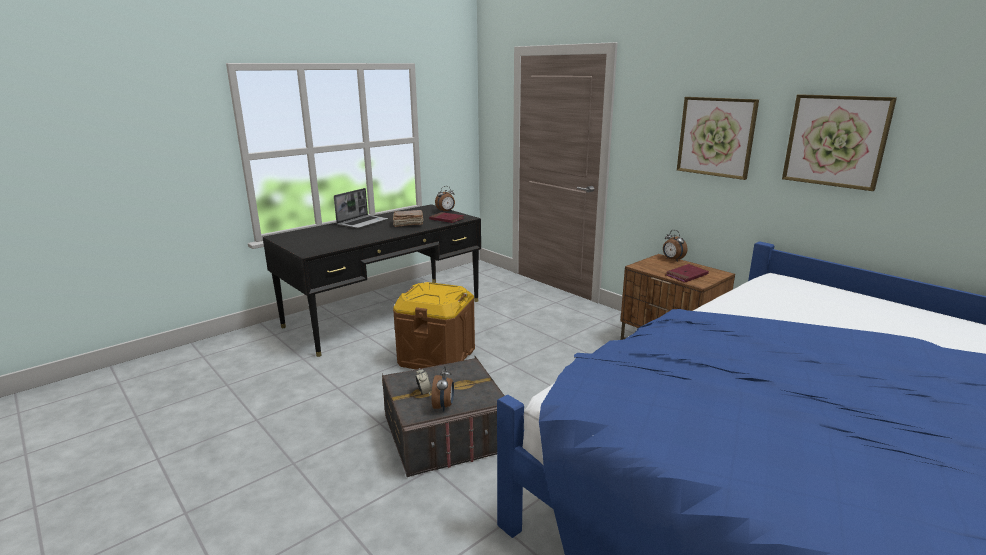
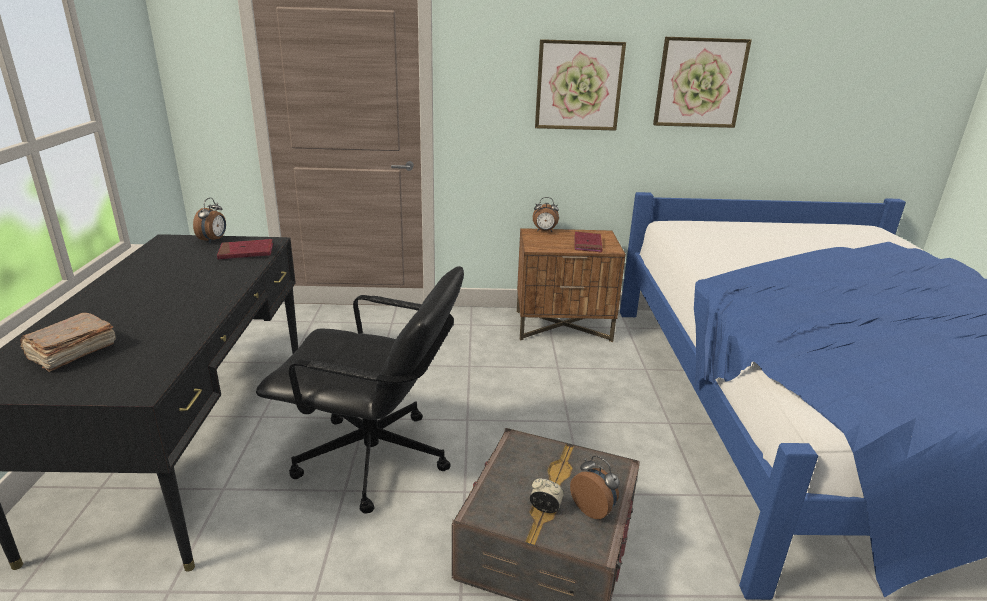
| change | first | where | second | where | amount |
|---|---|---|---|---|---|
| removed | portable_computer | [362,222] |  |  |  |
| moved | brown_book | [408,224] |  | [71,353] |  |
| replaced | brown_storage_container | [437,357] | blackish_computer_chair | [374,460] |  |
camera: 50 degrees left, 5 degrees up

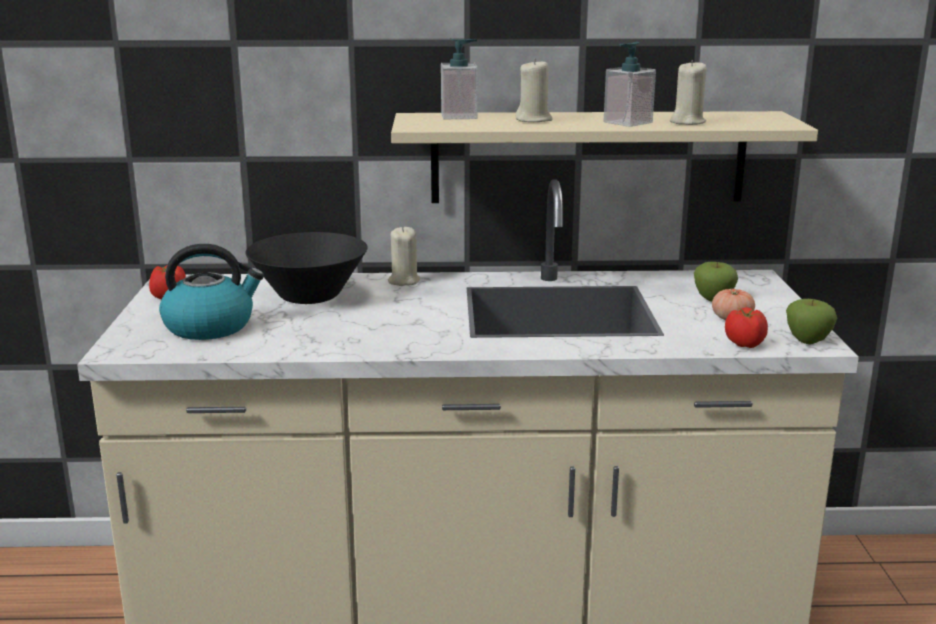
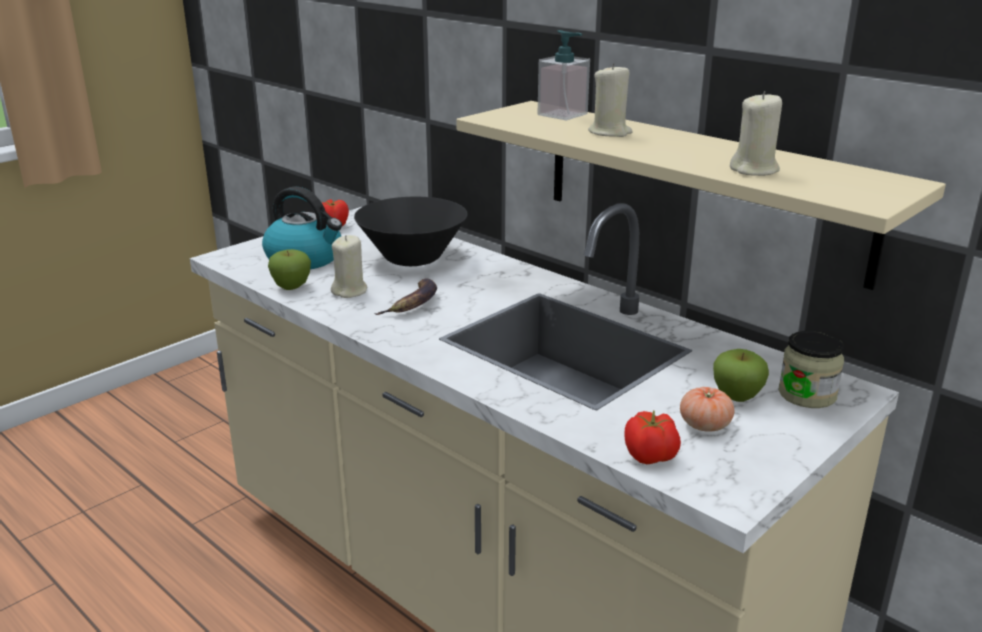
| change | first | where | second | where | amount |
|---|---|---|---|---|---|
| removed | soap_bottle | [627,122] |  |  |  |
| moved | beige_wax_candle | [403,281] |  | [350,291] |  |
| moved | apple | [807,340] |  | [291,287] |  |
| added |  |  | whole_banana | [413,303] |  |
| added |  |  | storage_jar | [807,394] |  |
camera: 45 degrees right, 5 degrees up

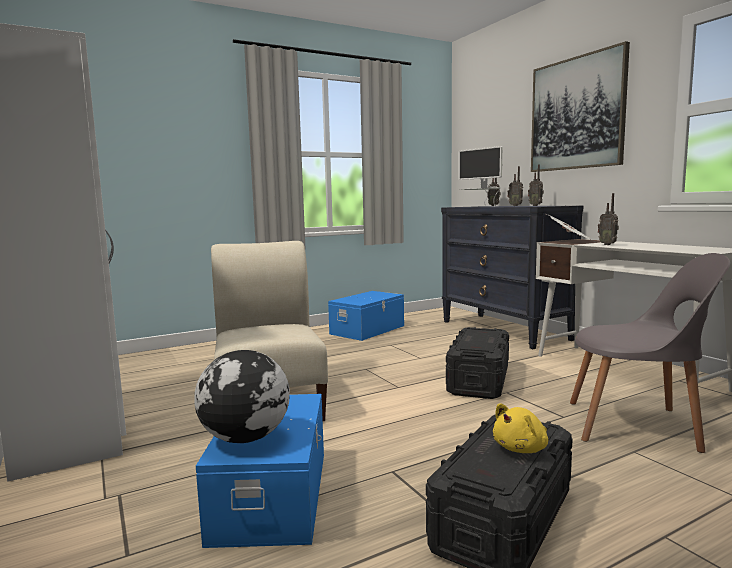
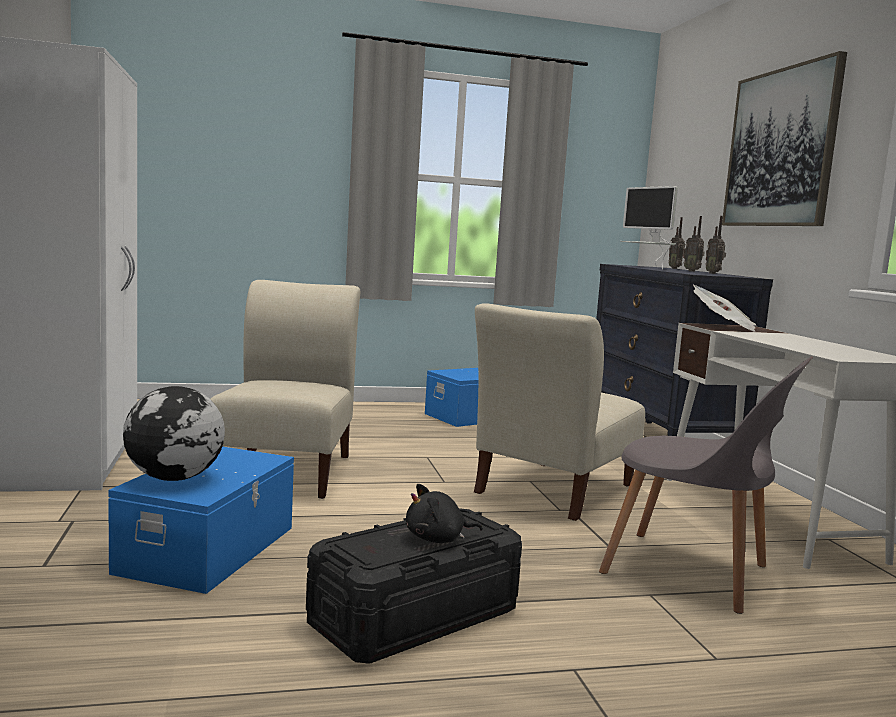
| change | first | where | second | where | amount |
|---|---|---|---|---|---|
| removed | radio_set | [608,244] |  |  |  |
| replaced | blackish_storage_container | [478,380] | beige_chair | [551,491] |  |
| recoloured | yellow_soft_toy | [522,448] | blackish_soft_toy | [438,539] |  |
camera: 15 degrees right, 0 degrees up

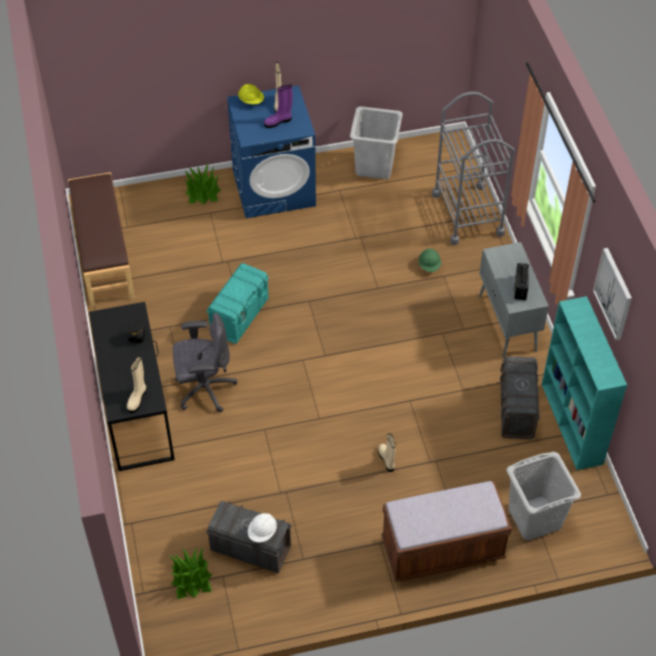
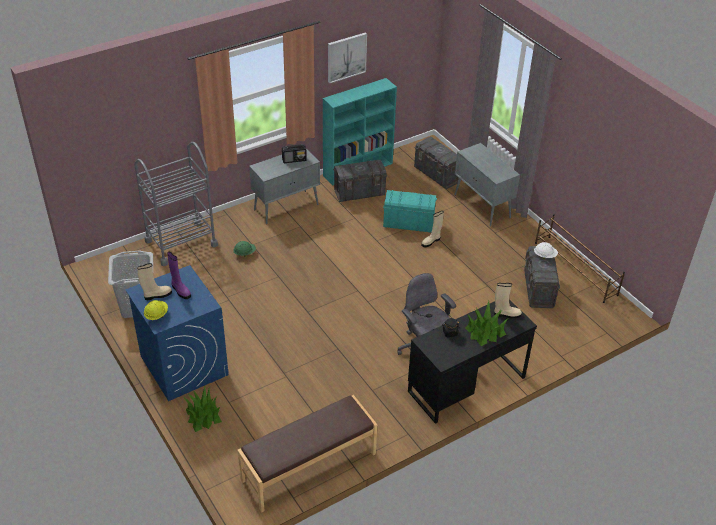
| change | first | where | second | where | amount |
|---|---|---|---|---|---|
| moved | blue-green_storage_container | [240,316] |  | [408,223] |  |
| replaced | grey_hamper | [534,518] | grey_storage_container | [437,175] |  |
| replaced | brown_indoor_bench | [442,550] | grey_storage_cabinet | [482,206] |  |
| moved | potted_plant | [191,578] |  | [484,331] |  |
| added |  |  | brown_shoe_rack | [575,269] |  |
camera: 110 degrees left, 10 degrees down

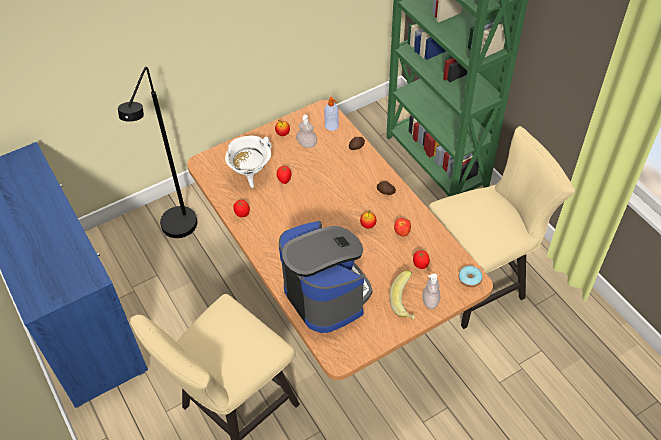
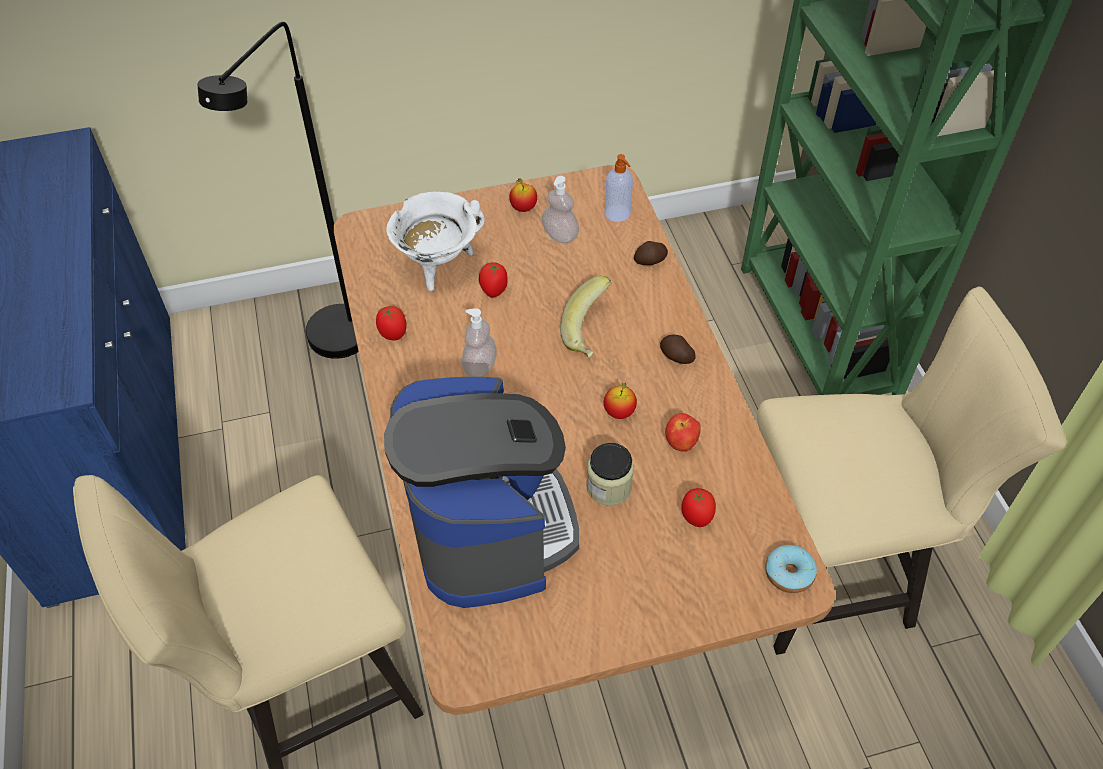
| change | first | where | second | where | amount |
|---|---|---|---|---|---|
| moved | whole_banana | [406,302] |  | [590,332] |  |
| moved | soap_bottle | [430,301] |  | [480,367] |  |
| added |  |  | storage_jar | [609,487] |  |
camera: 15 degrees right, 0 degrees up

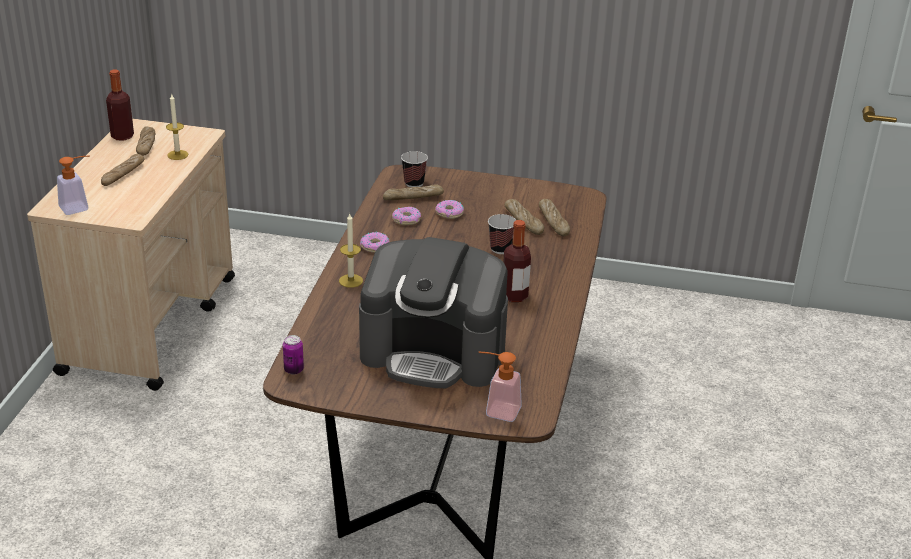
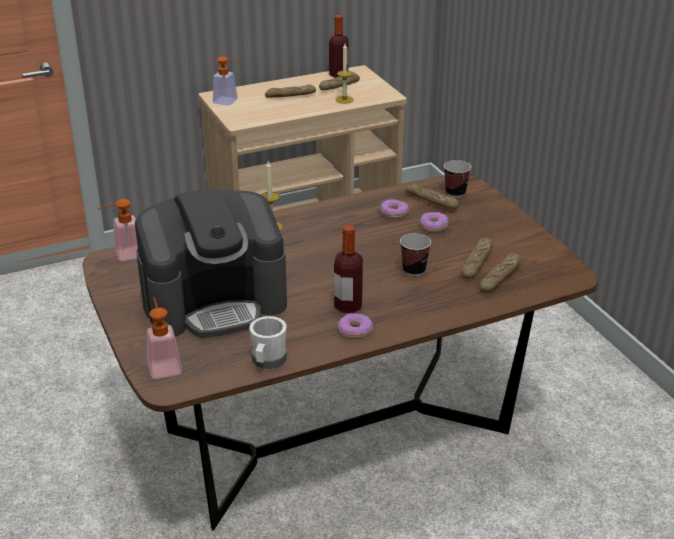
| change | first | where | second | where | amount |
|---|---|---|---|---|---|
| moved | donut | [375,246] |  | [355,330] |  |
| turned | coffee_maker | [434,352] |  | [215,302] | 90 degrees counterclockwise |
| replaced | sealed_can | [293,370] | soap_bottle | [123,255] |  |
| added |  |  | whitish_mug | [267,361] |  |
camera: 55 degrees right, 0 degrees up

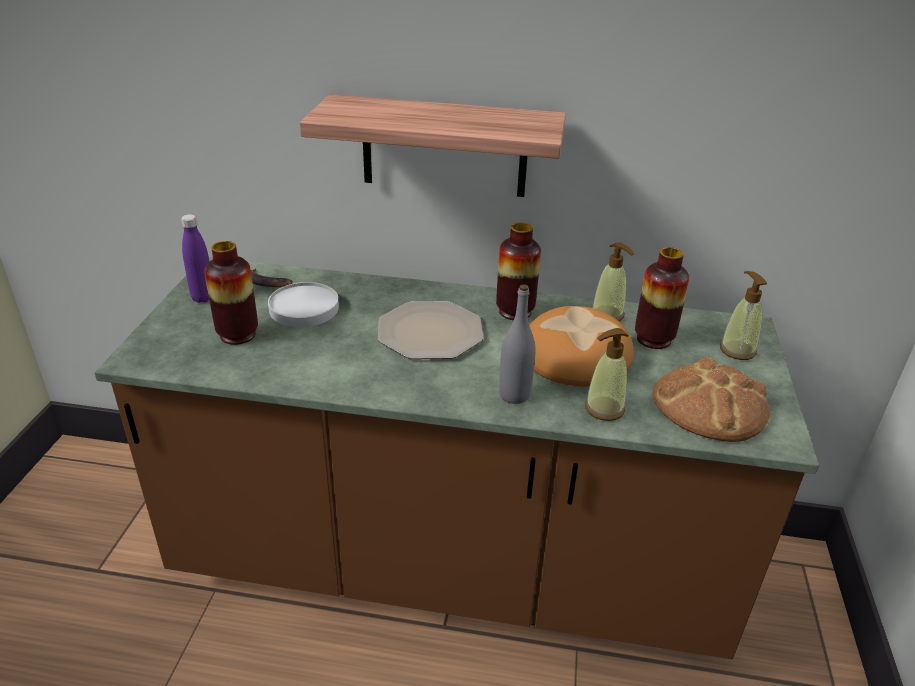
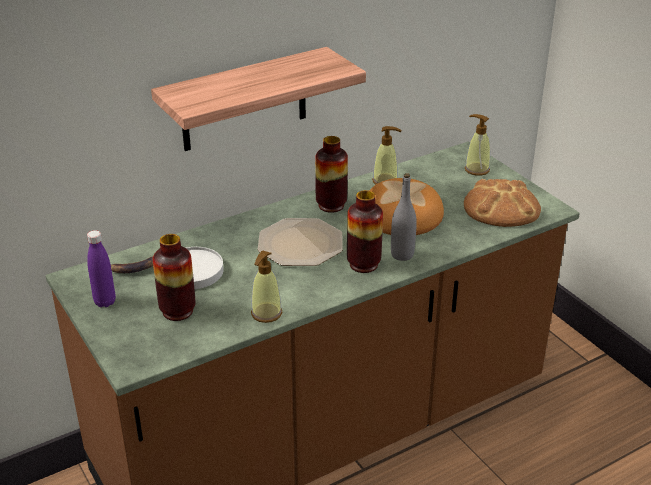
| change | first | where | second | where | amount |
|---|---|---|---|---|---|
| moved | decorative_vase | [653,339] |  | [363,264] |  |
| moved | soap_bottle | [604,409] |  | [266,313] |  |
camera: 40 degrees left, 0 degrees up

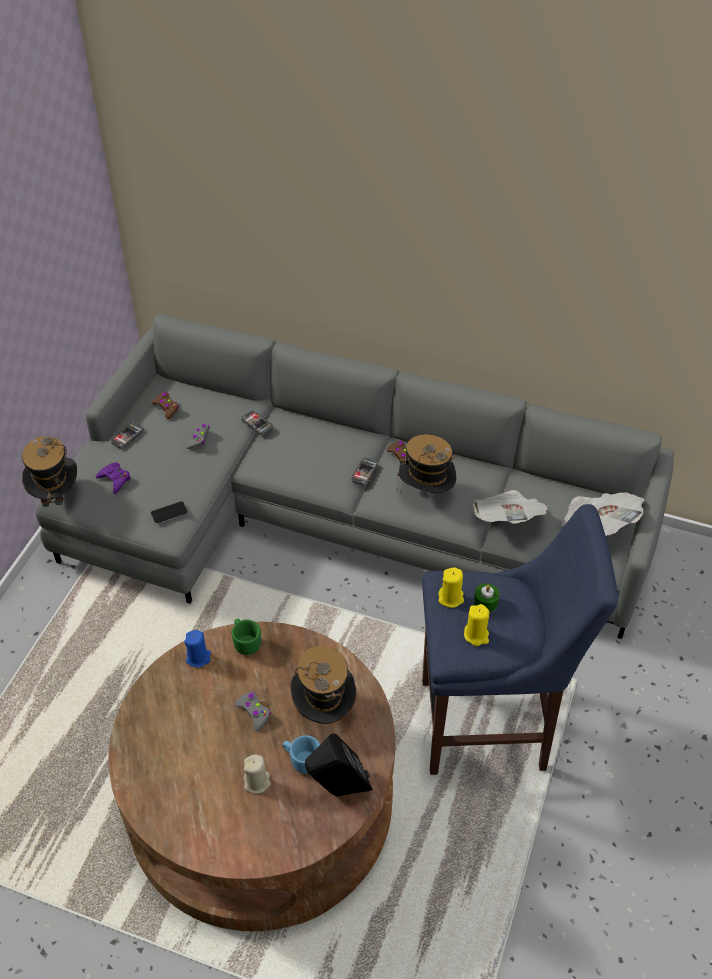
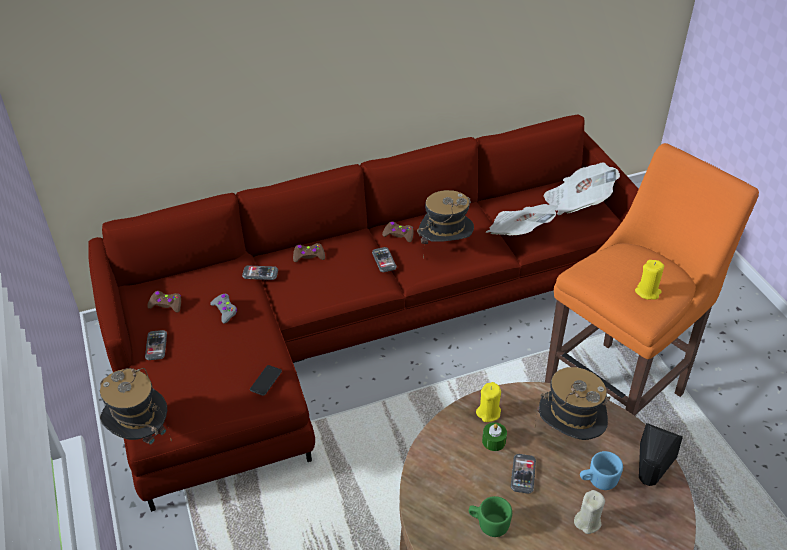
| change | first | where | second | where | amount |
|---|---|---|---|---|---|
| recoloured | grey_couch | [338,518] | reddish_couch | [357,324] |  |
| removed | purple_gamepad | [115,479] |  |  |  |
| recoloured | bluish_sitting_stool | [490,725] | orange-coloured_sitting_stool | [618,391] |  |
| moved | yellow_wax_candle | [451,598] |  | [488,412] |  |
| moved | green-coloured_wax_candle | [485,602] |  | [494,441] |  |
| moved | green-coloured_mug | [246,642] |  | [488,524] |  |
| removed | bluish_wax_candle | [198,658] |  |  |  |
| replaced | grey_gamepad | [254,712] | phone | [523,474] |  |
| added |  |  | brown_gamepad | [309,256] |  |
camera: 40 degrees left, 5 degrees down

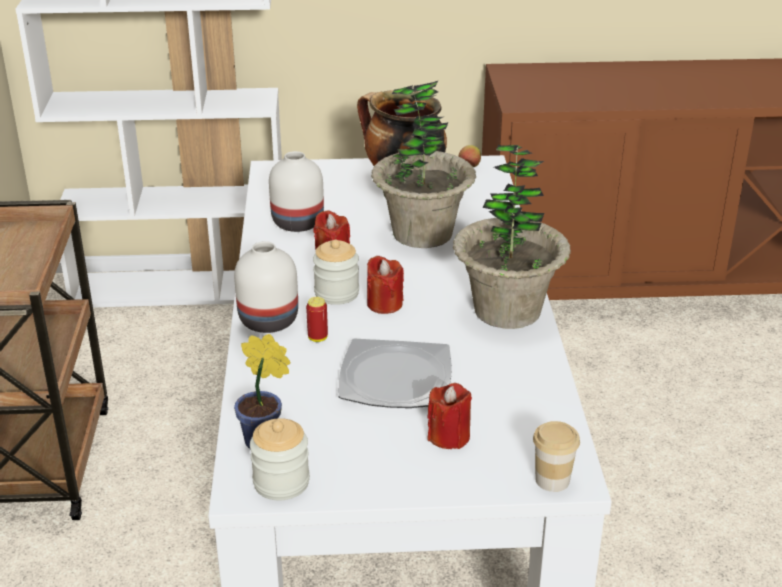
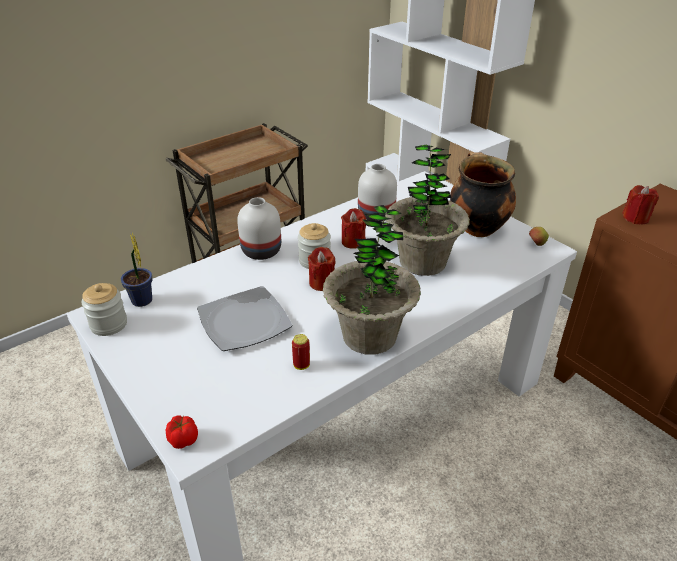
| change | first | where | second | where | amount |
|---|---|---|---|---|---|
| moved | sealed_can | [317,338] |  | [301,365] |  |
| moved | reddish_wax_candle | [449,436] |  | [635,218] |  |
| replaced | drinking_cup | [552,480] | tomato | [183,439] |  |
camera: 55 degrees right, 5 degrees up

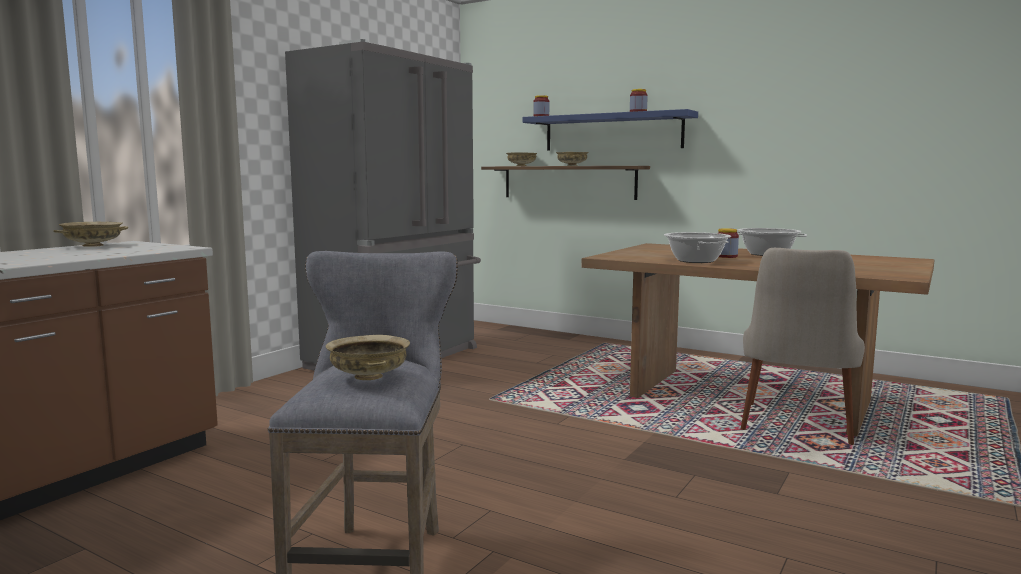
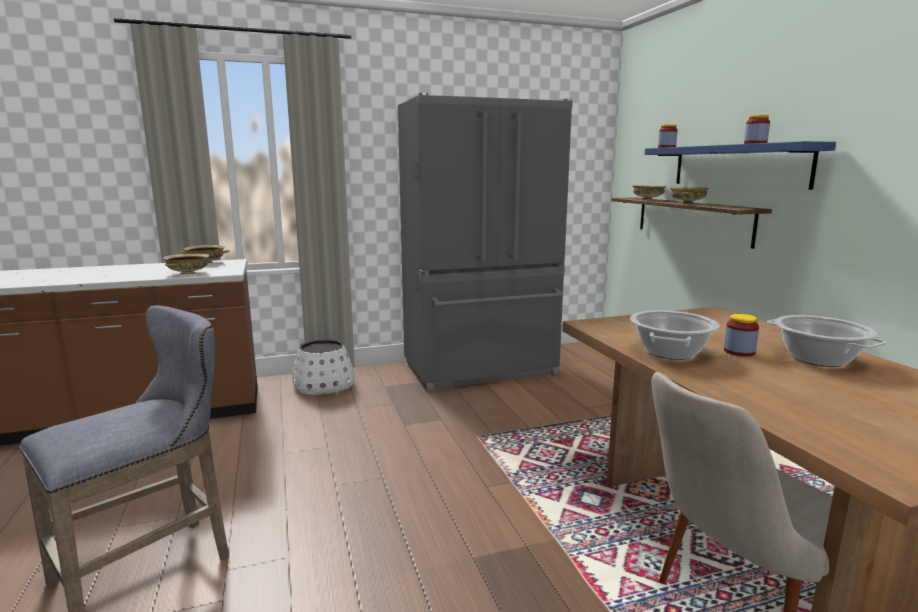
| change | first | where | second | where | amount |
|---|---|---|---|---|---|
| moved | beige_bowl | [369,376] |  | [188,273] |  |
| added |  |  | whitish_flower_pot | [323,386] |  |
camera: 40 degrees right, 5 degrees up

